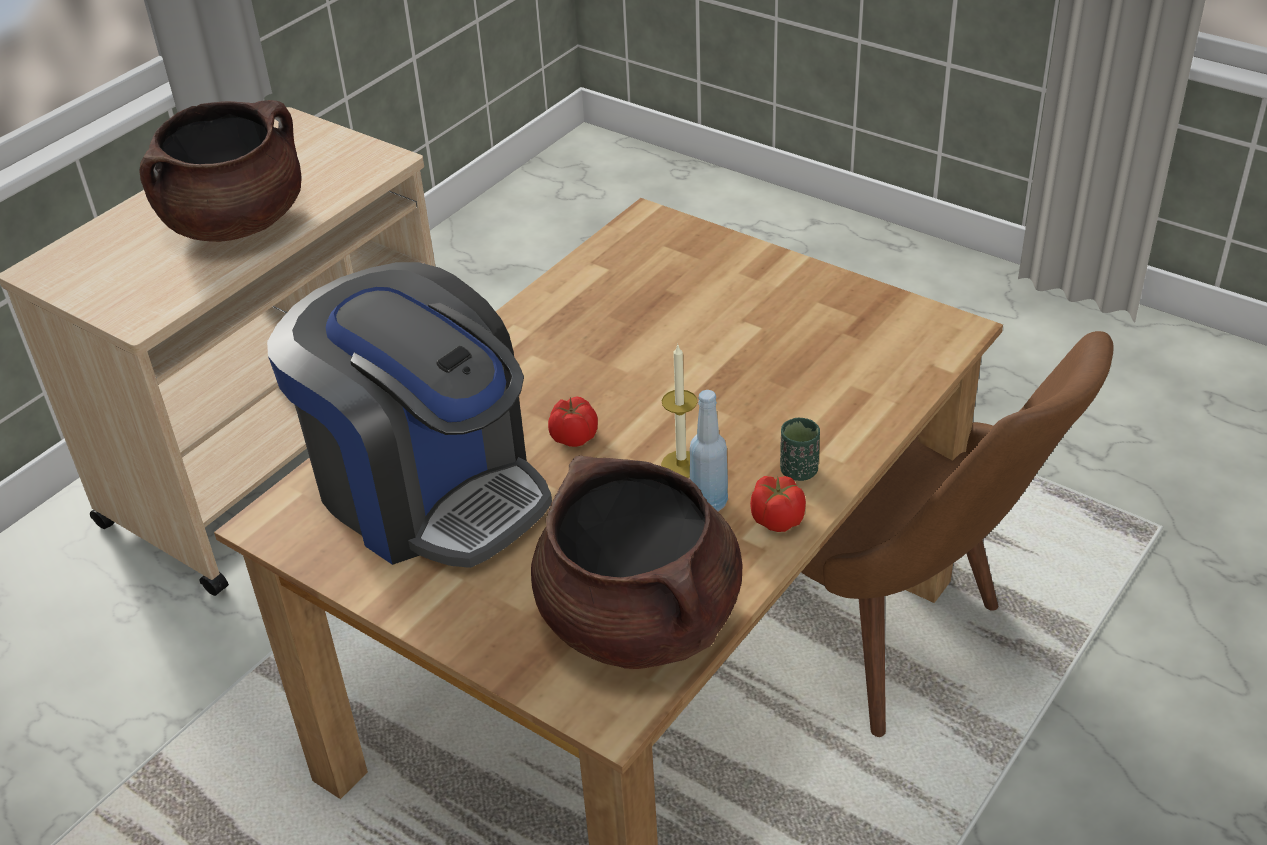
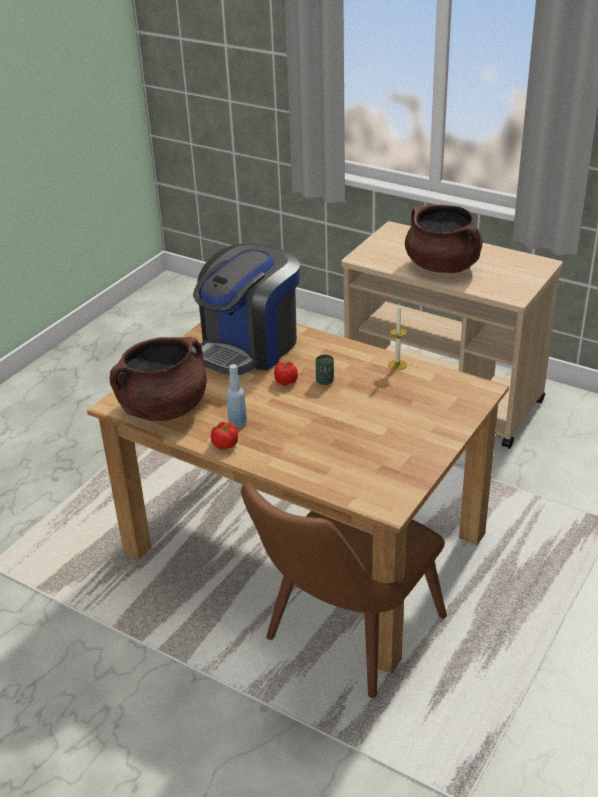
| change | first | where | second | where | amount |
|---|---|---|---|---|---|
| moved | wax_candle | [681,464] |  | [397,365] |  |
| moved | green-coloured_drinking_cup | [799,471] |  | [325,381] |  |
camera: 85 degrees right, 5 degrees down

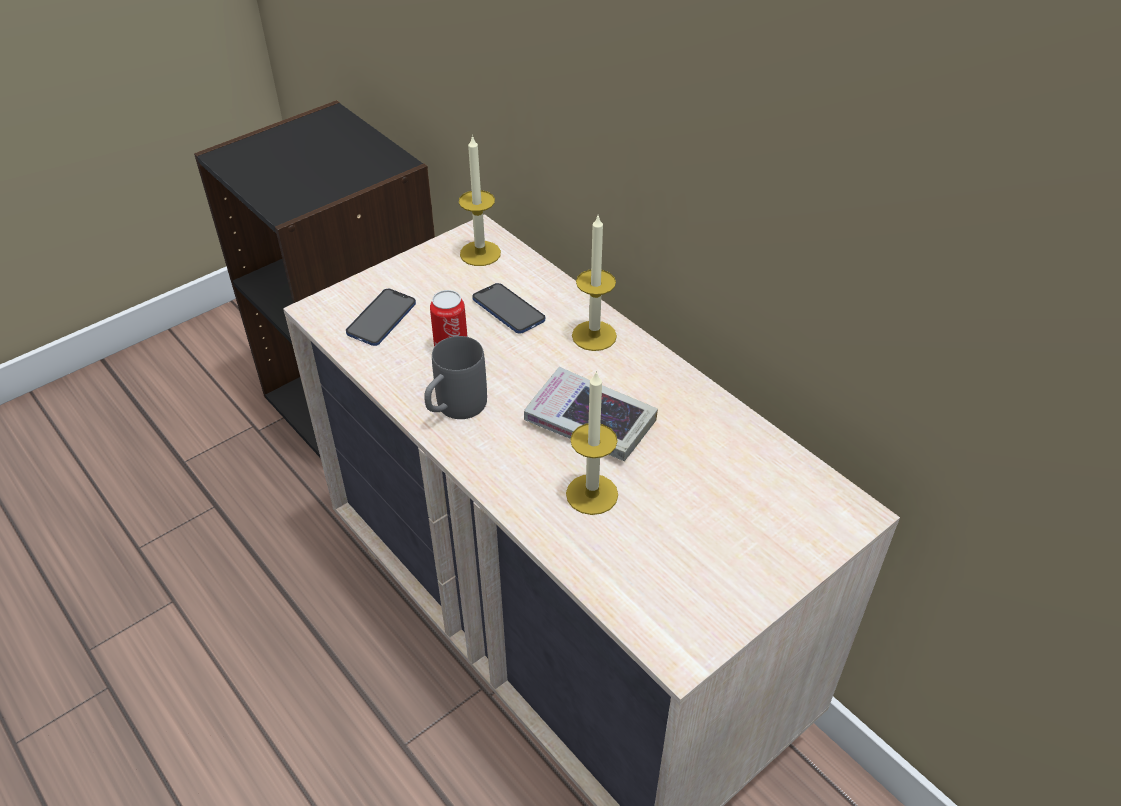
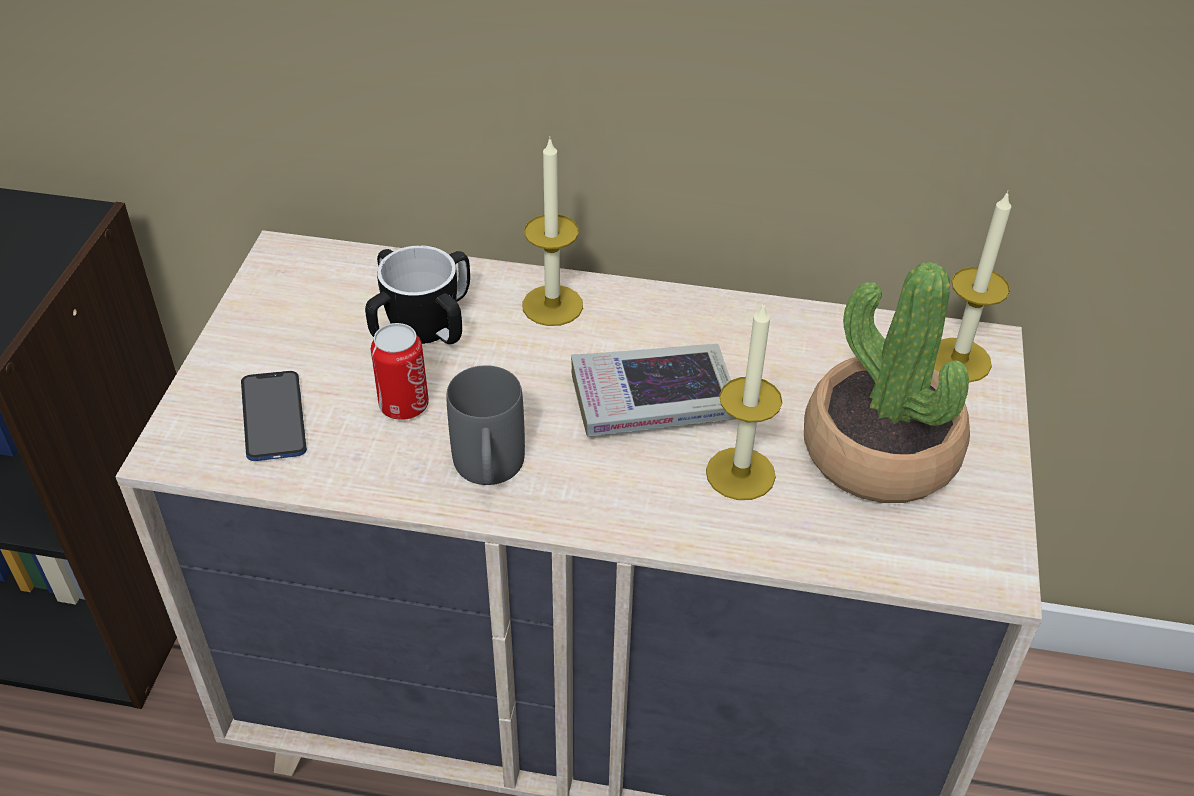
| change | first | where | second | where | amount |
|---|---|---|---|---|---|
| moved | wax_candle | [480,253] |  | [959,360] |  |
| replaced | phone | [508,310] | mug | [422,326] |  |
| added |  |  | potted_plant | [879,452] |  |
camera: 40 degrees left, 0 degrees up

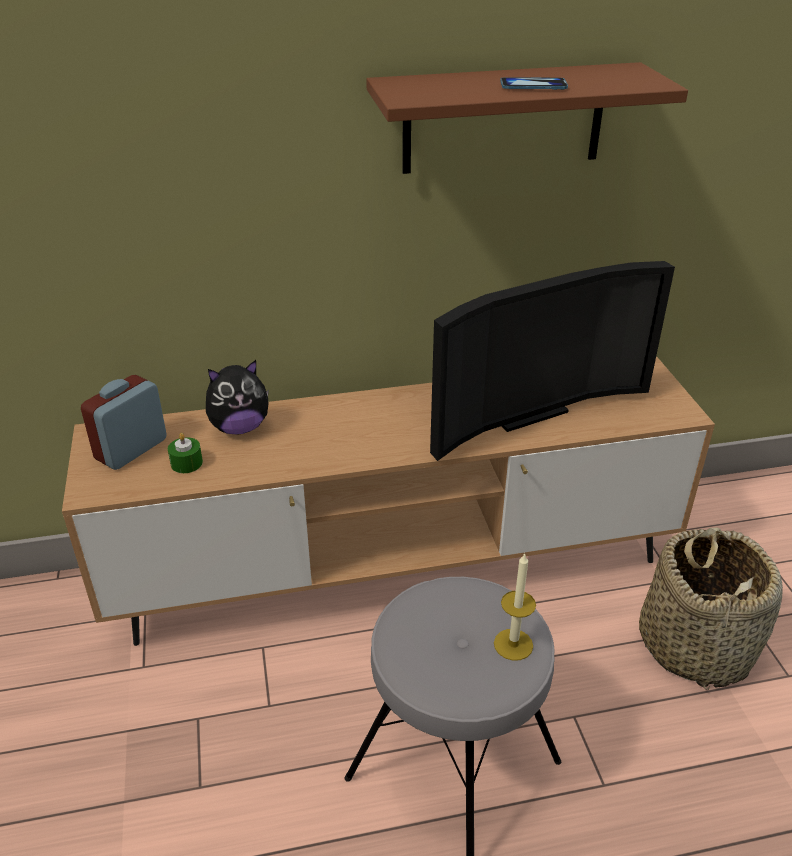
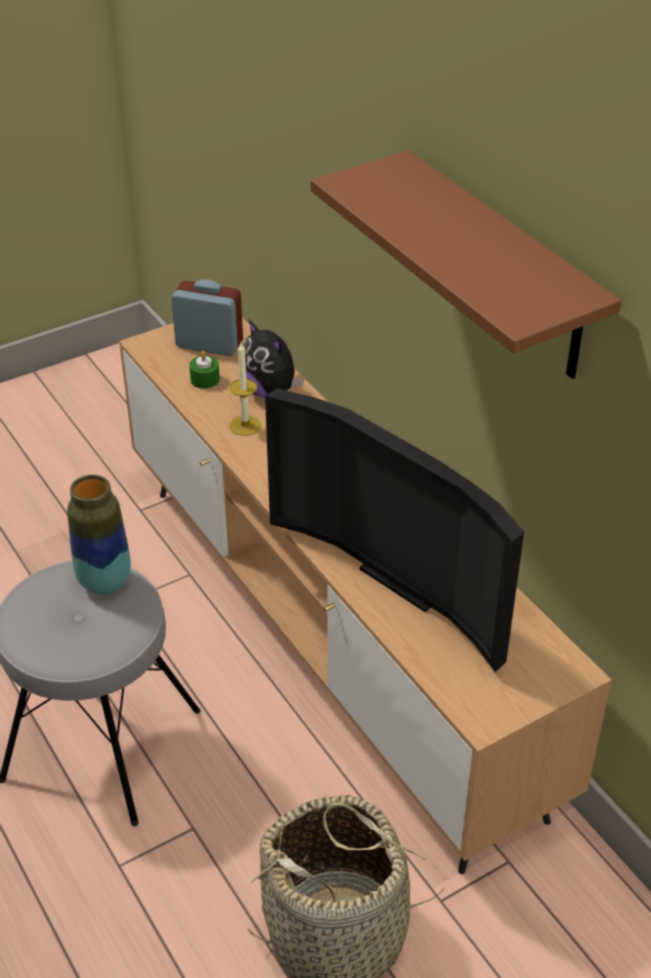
| change | first | where | second | where | amount |
|---|---|---|---|---|---|
| removed | phone | [533,86] |  |  |  |
| moved | wax_candle | [513,644] |  | [245,425] |  |
| added |  |  | decorative_vase | [104,582] |  |
camera: 70 degrees right, 5 degrees up

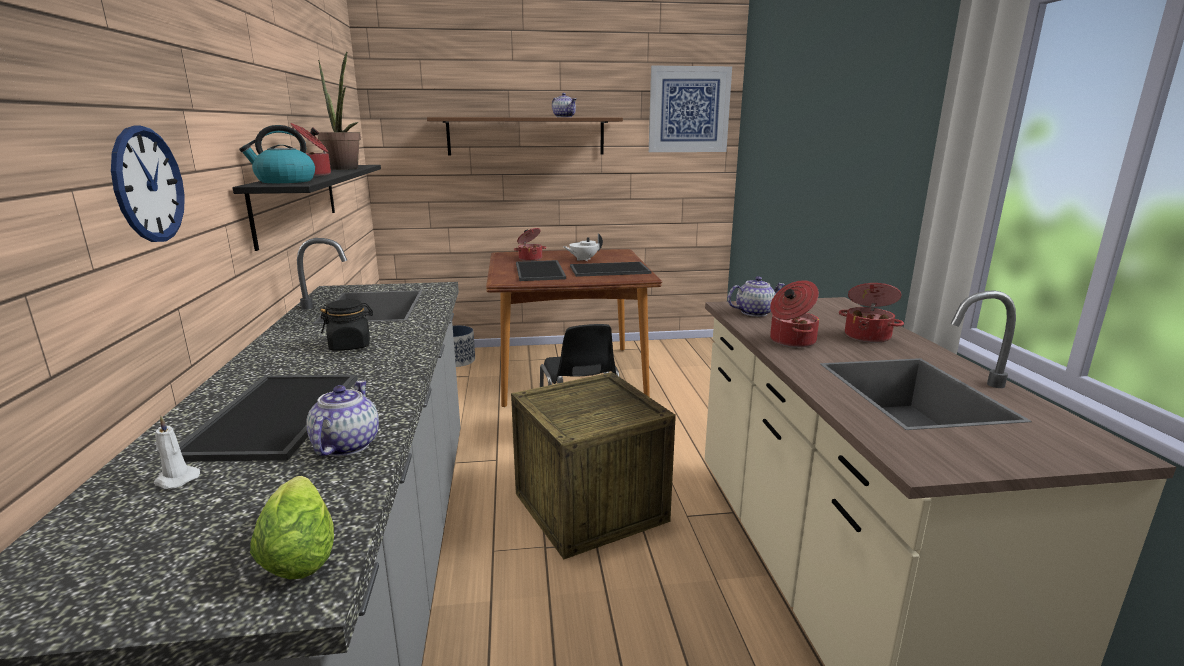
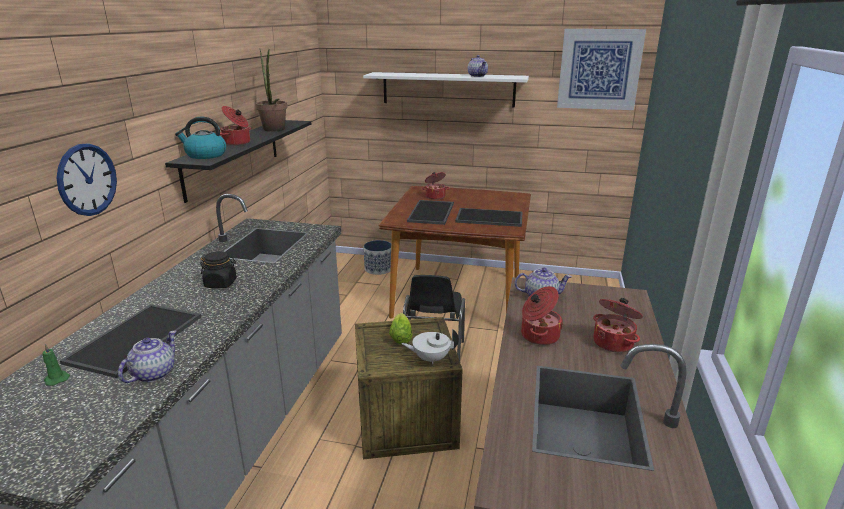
| change | first | where | second | where | amount |
|---|---|---|---|---|---|
| recoloured | brown_wall_shelf | [526,136] | whitish_wall_shelf | [448,89] |  |
| moved | whitish_pot_for_tea | [583,259] |  | [430,358] |  |
| recoloured | whitish_wax_candle | [175,479] | green-coloured_wax_candle | [56,379] |  |
| moved | lettuce_head | [301,547] |  | [401,336] |  |
camera: 20 degrees right, 5 degrees up

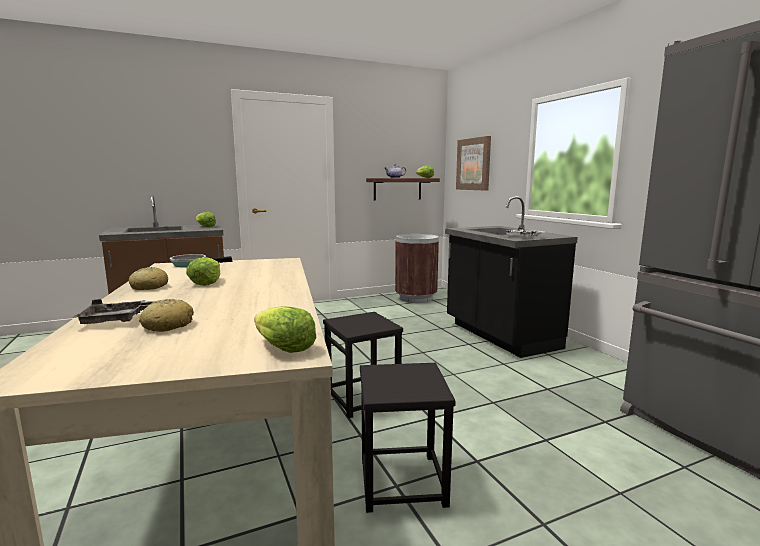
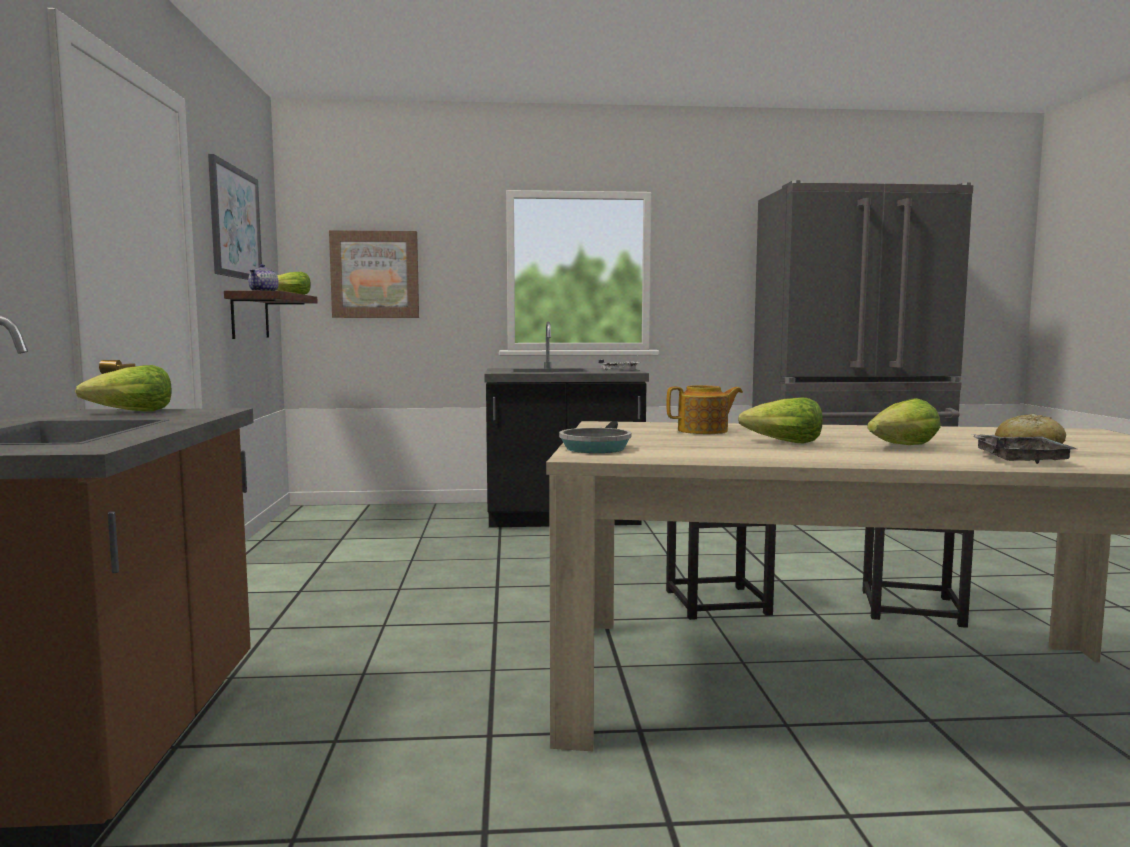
| change | first | where | second | where | amount |
|---|---|---|---|---|---|
| removed | brown_trash_can | [416,298] |  |  |  |
| removed | bread | [149,287] |  |  |  |
| moved | lettuce_head | [283,348] |  | [904,446] |  |
| added |  |  | wall_picture | [235,223] |  |
| added |  |  | pot_for_tea | [704,431] |  |
camera: 70 degrees left, 5 degrees down

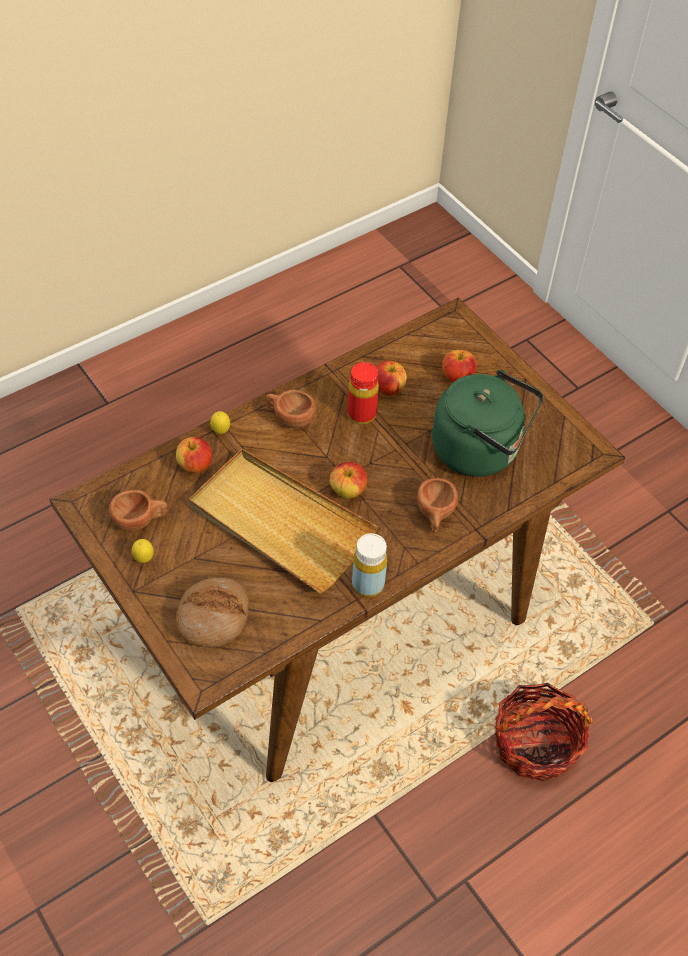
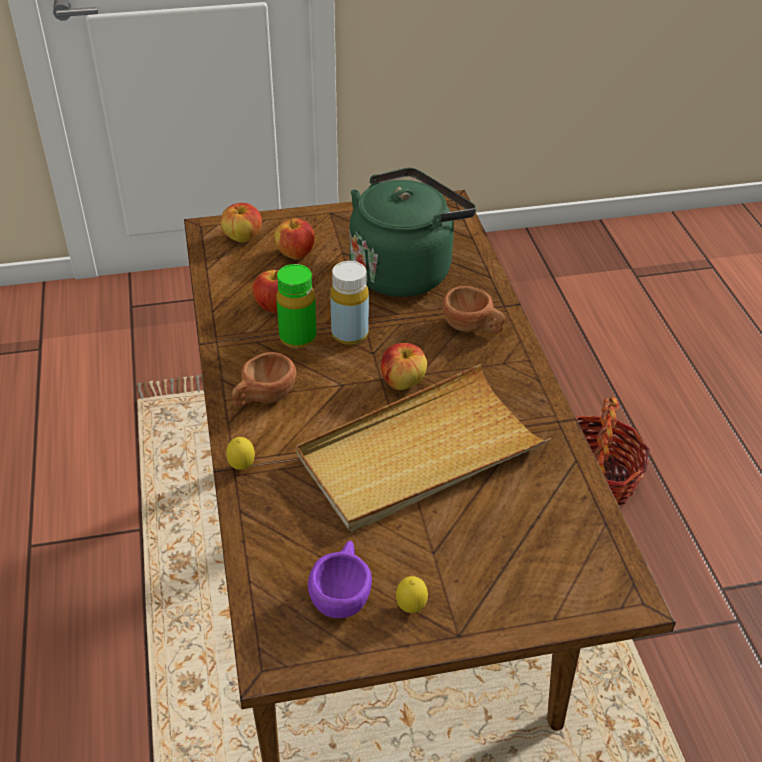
| change | first | where | second | where | amount |
|---|---|---|---|---|---|
| recoloured | reddish_bottle | [361,414] | green-coloured_bottle | [298,337] |  |
| moved | apple | [195,466] |  | [243,238] |  |
| recoloured | brown_drinking_cup | [140,520] | purple_drinking_cup | [342,594] |  |
| moved | yellow_bottle | [368,584] |  | [350,334] |  |
| removed | bread | [213,617] |  |  |  |
camera: 65 degrees left, 10 degrees down

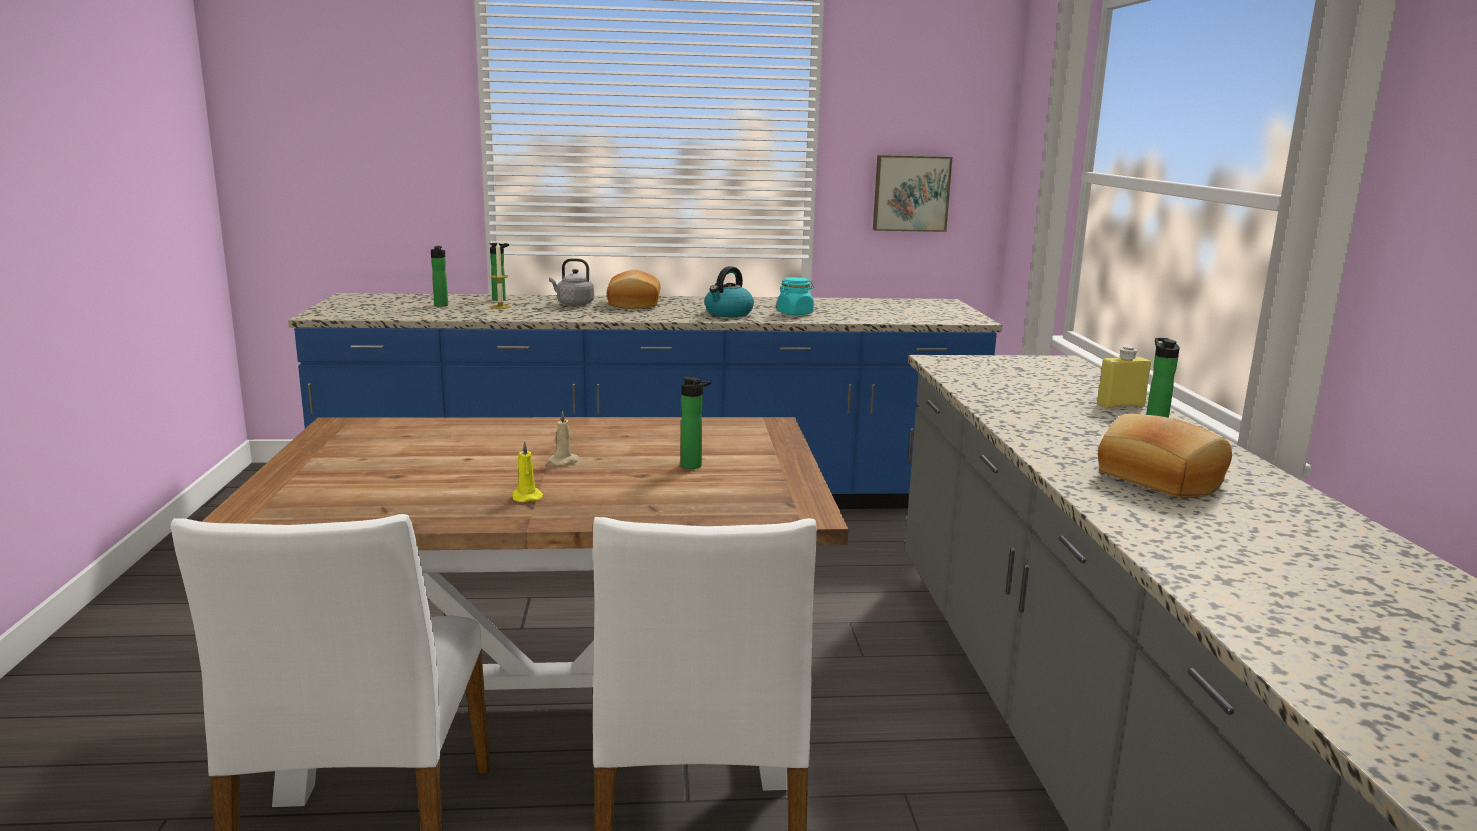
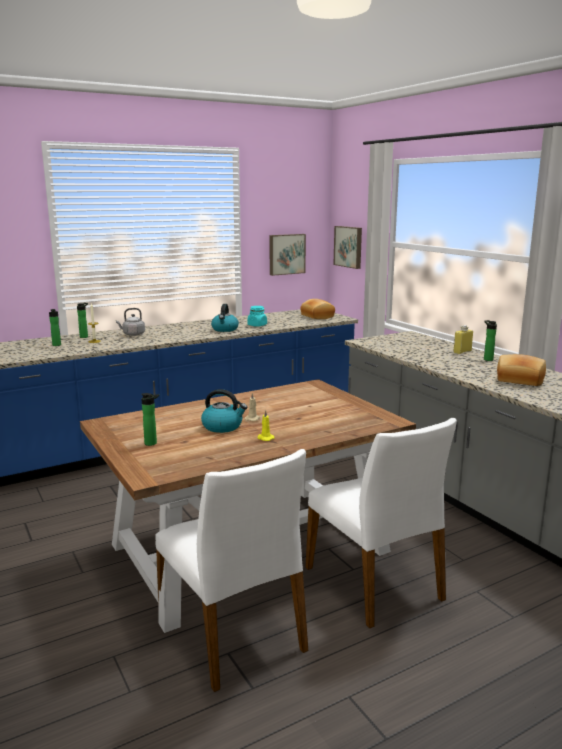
| change | first | where | second | where | amount |
|---|---|---|---|---|---|
| moved | bread | [632,304] |  | [316,316] |  |
| moved | bottle | [694,466] |  | [152,443] |  |
| added |  |  | wall_picture | [349,246] |  |
| added |  |  | water_kettle | [223,426] |  |
camera: 25 degrees left, 0 degrees up

